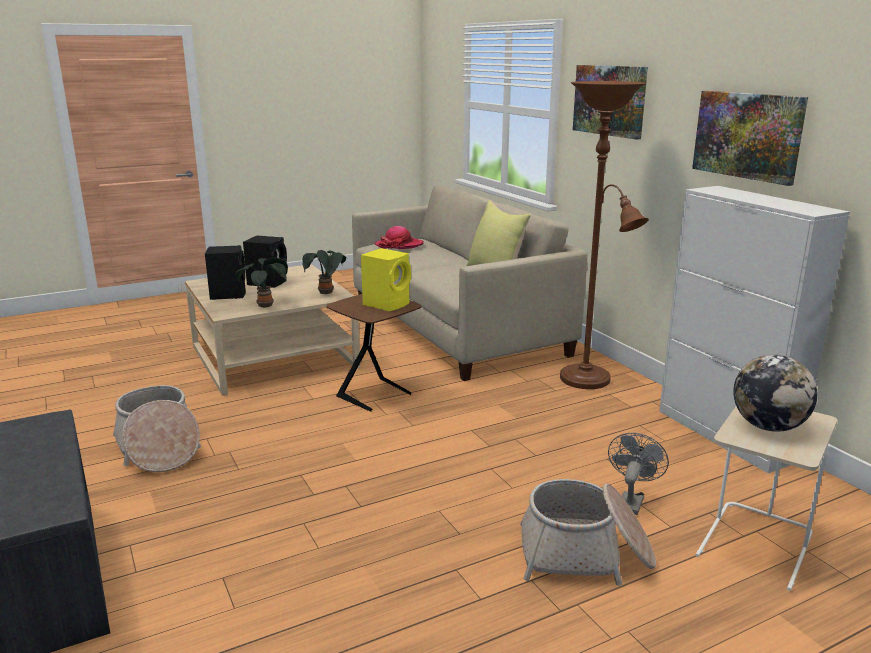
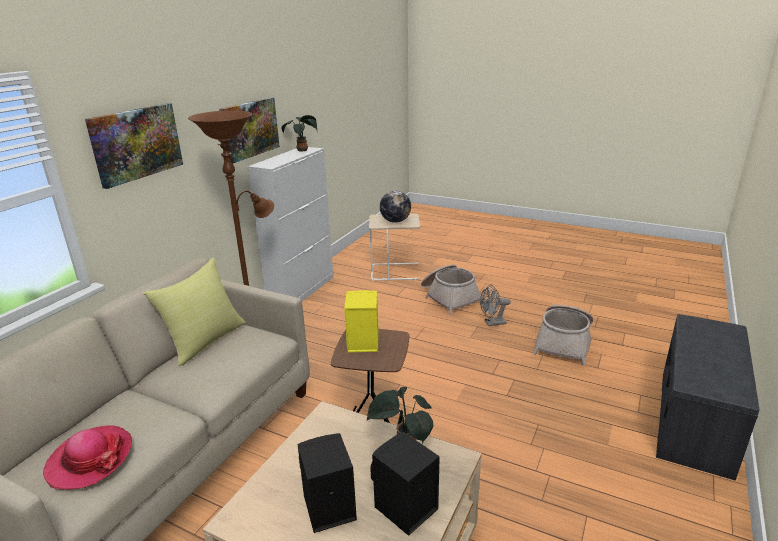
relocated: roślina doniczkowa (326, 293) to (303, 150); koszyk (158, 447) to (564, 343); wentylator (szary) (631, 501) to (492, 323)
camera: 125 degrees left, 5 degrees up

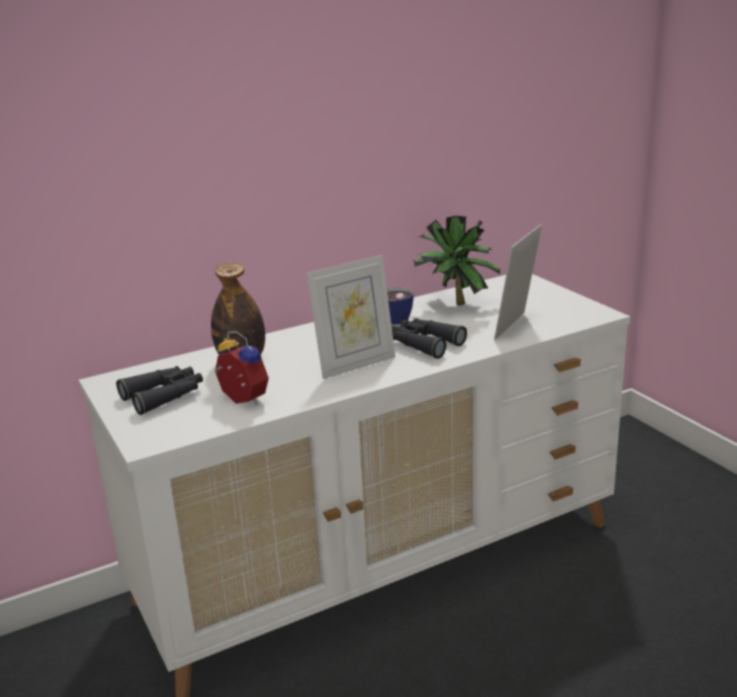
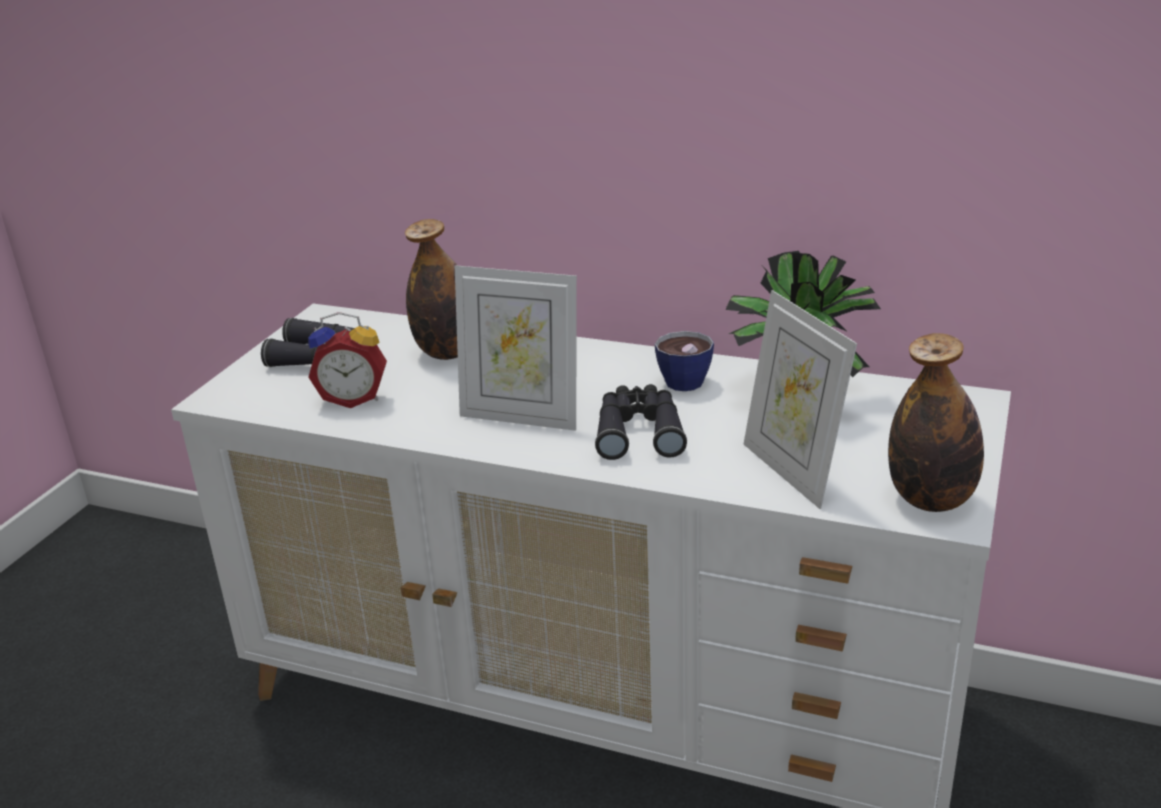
appeared: butelka (931, 500)
spun: ramka na zdjęcie (517, 327) = (792, 471) 105 degrees counterclockwise; budzik (241, 401) = (354, 398) 90 degrees clockwise
camera: 50 degrees right, 5 degrees up

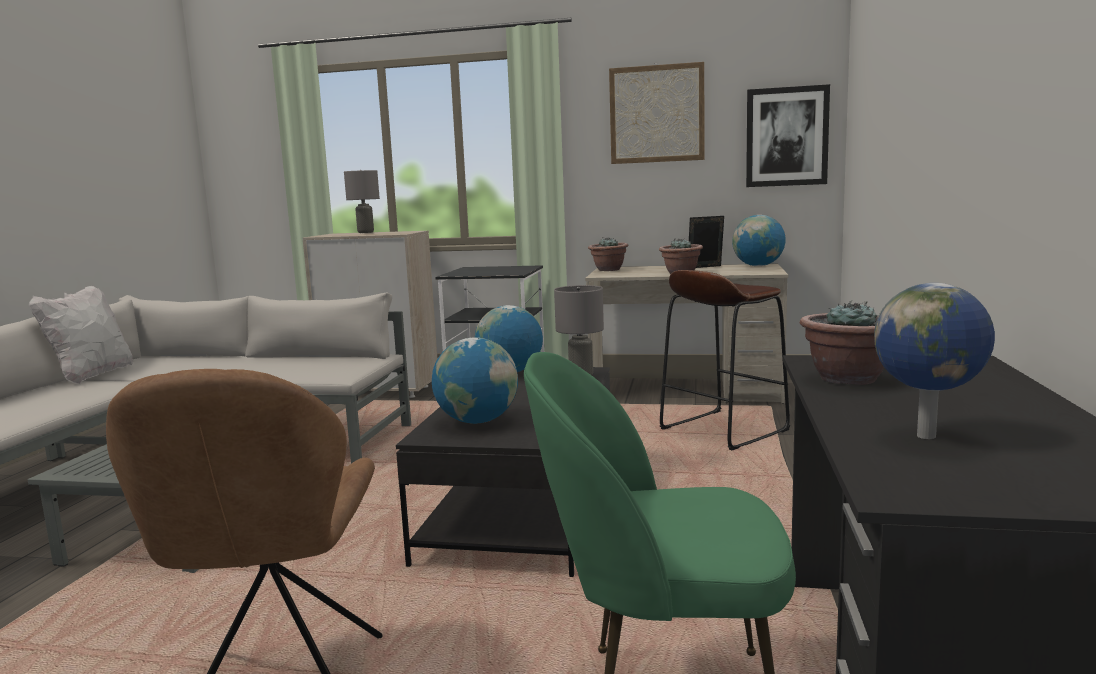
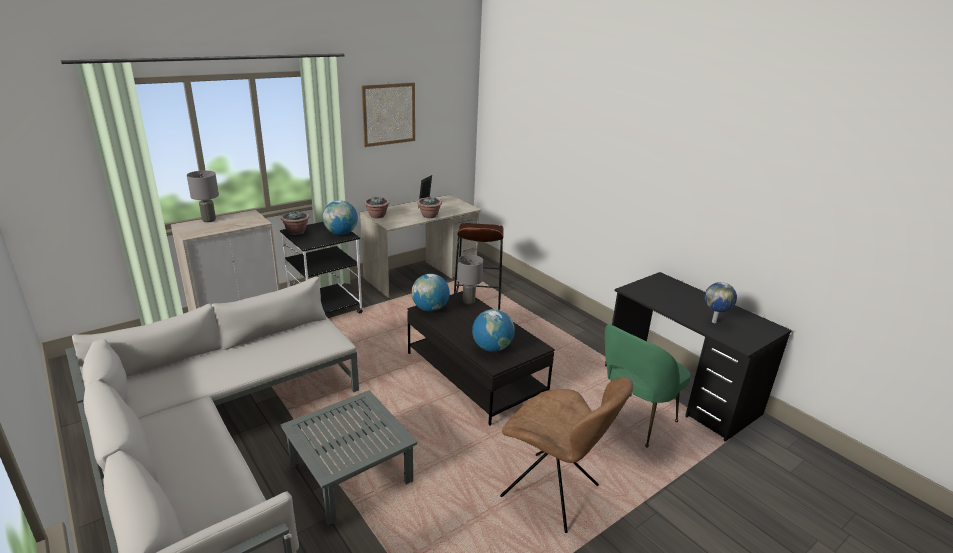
missing: obraz (786, 137); poduszka (biały) (91, 375)
relocated: globus (758, 266) to (341, 233); roślina doniczkowa (848, 379) to (296, 232)
camera: 50 degrees left, 15 degrees up

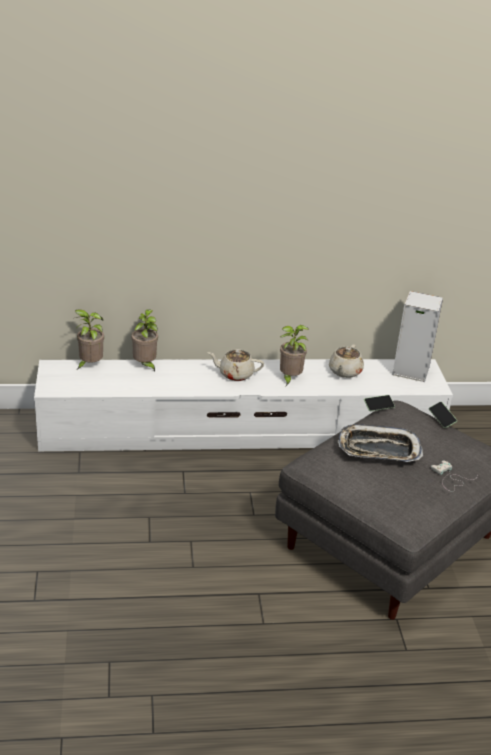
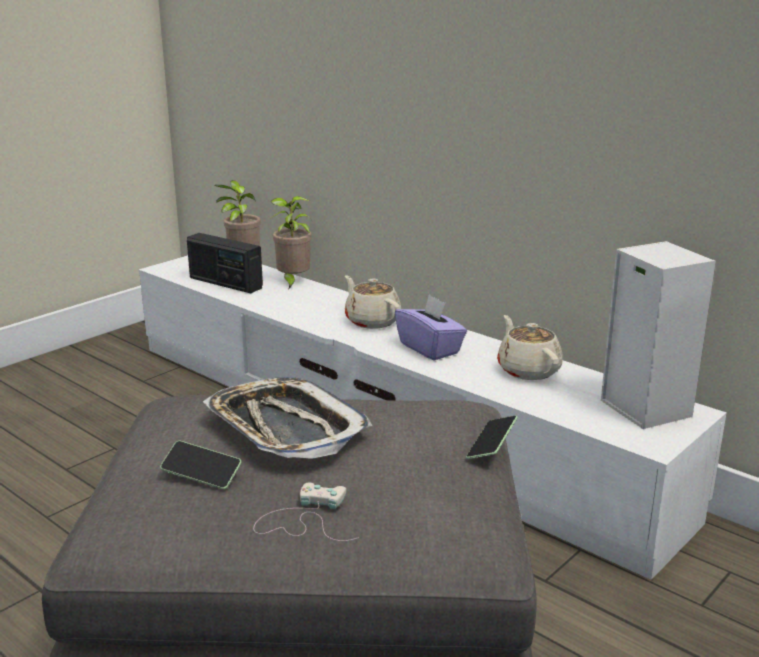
appeared: radio (225, 283)
relocated: telefon (378, 407) to (201, 474)
exchanged: roślina doniczkowa (289, 379) to pudełko chusteczek (fioletowy) (430, 348)
spun: imbryk (beżowy) (344, 372) = (528, 370) 90 degrees clockwise
camera: 50 degrees right, 10 degrees down

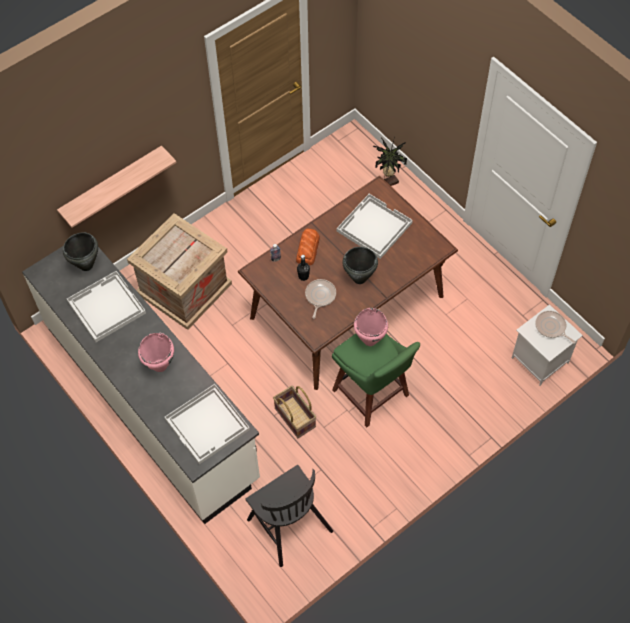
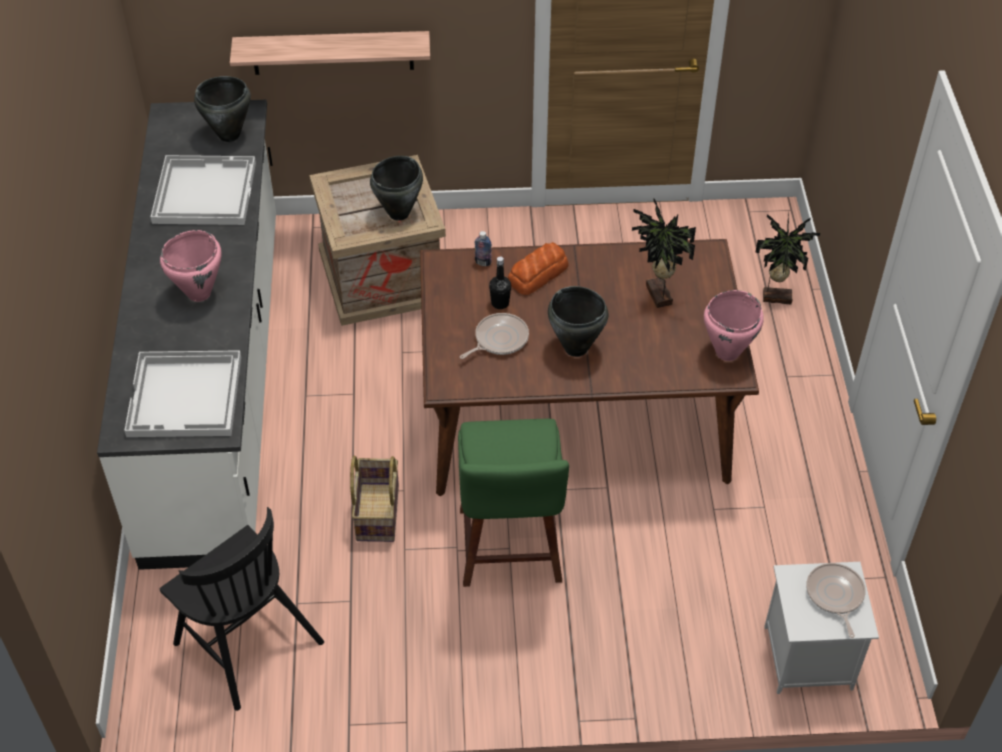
appeared: garnek (czarny) (399, 213)
relocated: garnek (różowy) (369, 340) to (726, 352)
exchanged: taca (biały) (373, 227) to roślina doniczkowa (657, 296)
spun: krzesło (czarny) (287, 521) = (243, 637) 45 degrees counterclockwise
camera: 35 degrees right, 10 degrees down

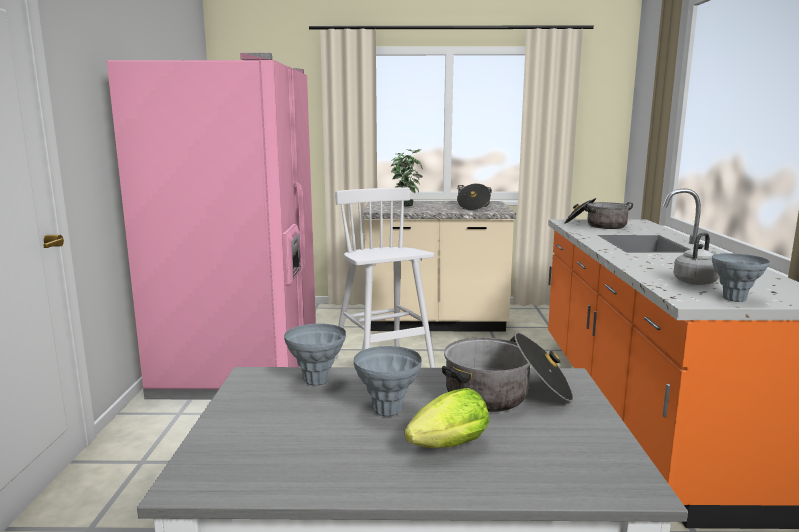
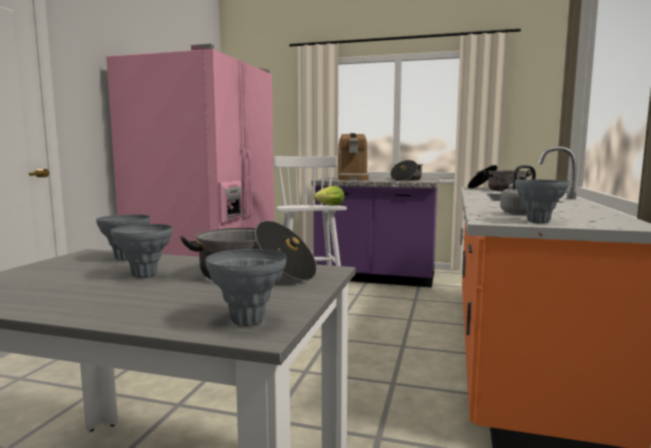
appeared: wazon (szary) (248, 321)
relocated: sałata (445, 448) to (328, 205)
exchanged: roślina doniczkowa (406, 205) to ekspres do kawy (352, 178)
colour: zabudowa kuchenna (beżowy) (435, 323) to zabudowa kuchenna (fioletowy) (375, 277)
camera: 15 degrees right, 5 degrees down

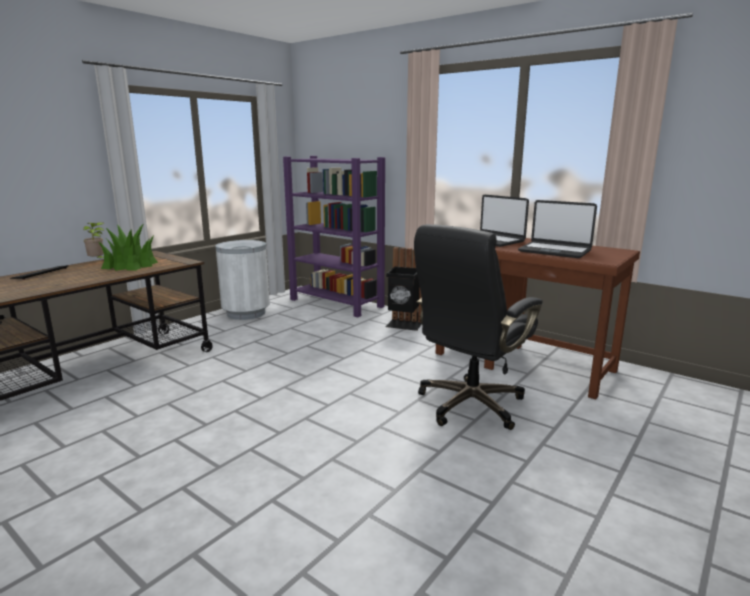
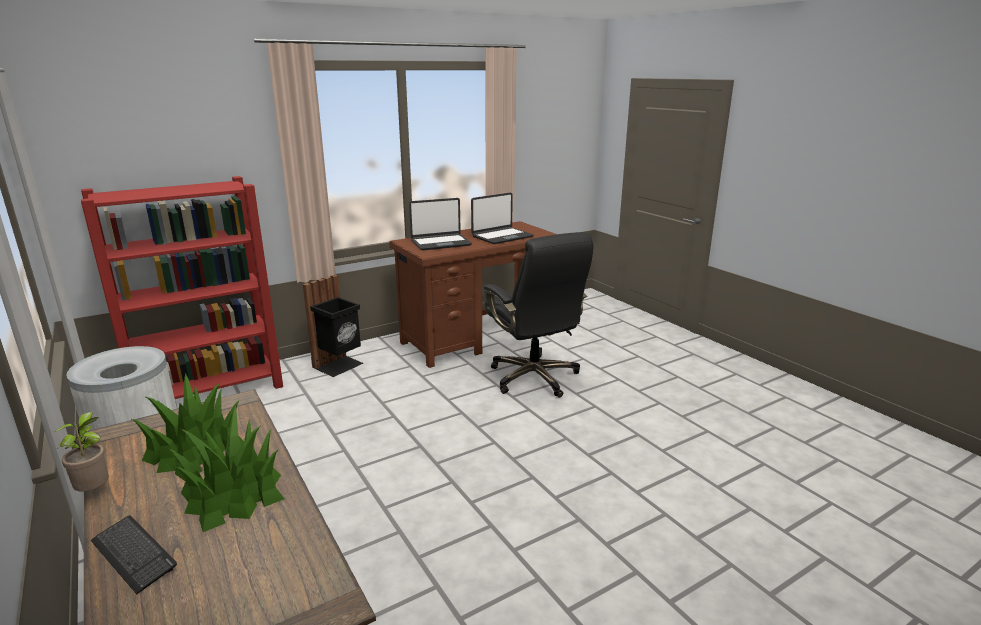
appeared: roślina doniczkowa (234, 494)
colour: regał (fioletowy) (336, 303) to regał (czerwony) (209, 391)
camera: 70 degrees left, 5 degrees up

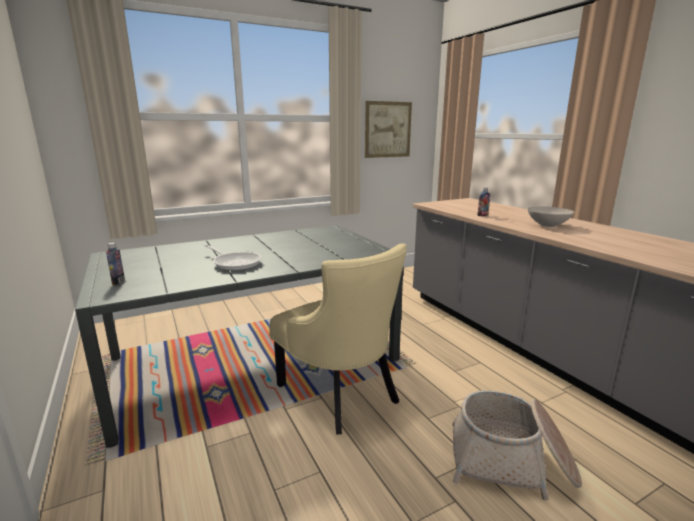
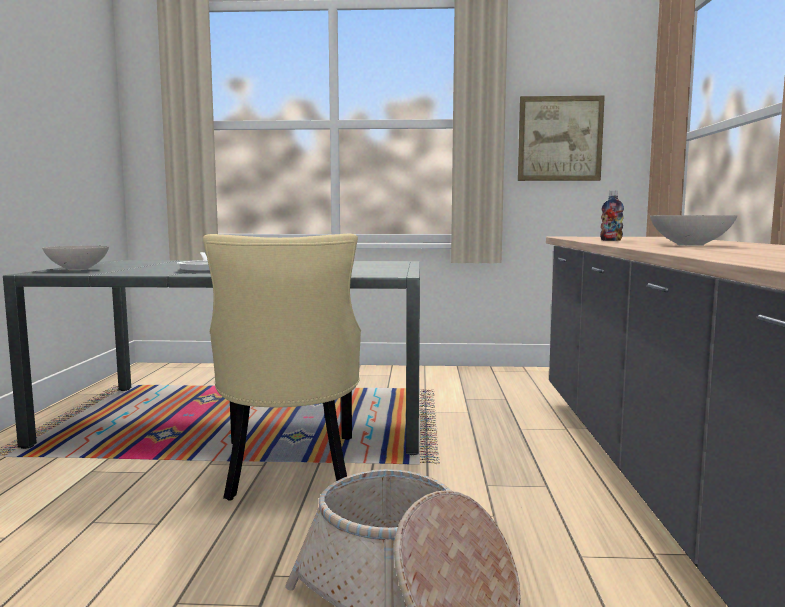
exchanged: butelka (118, 282) to miska (biały) (77, 269)
camera: 30 degrees right, 10 degrees down

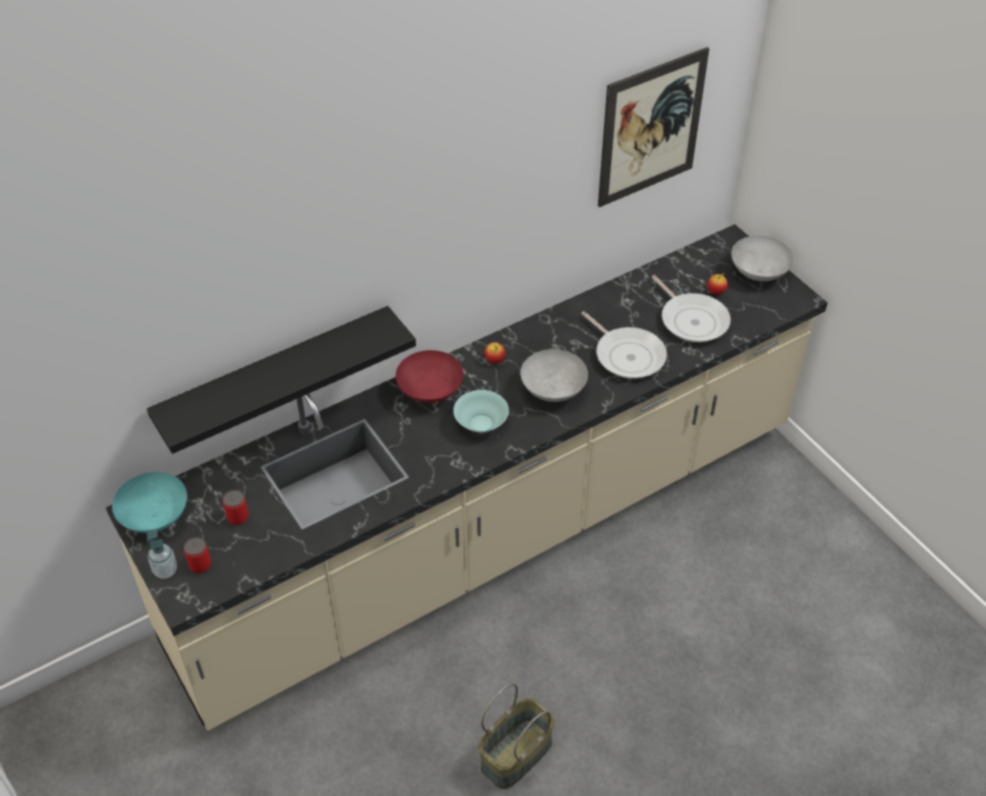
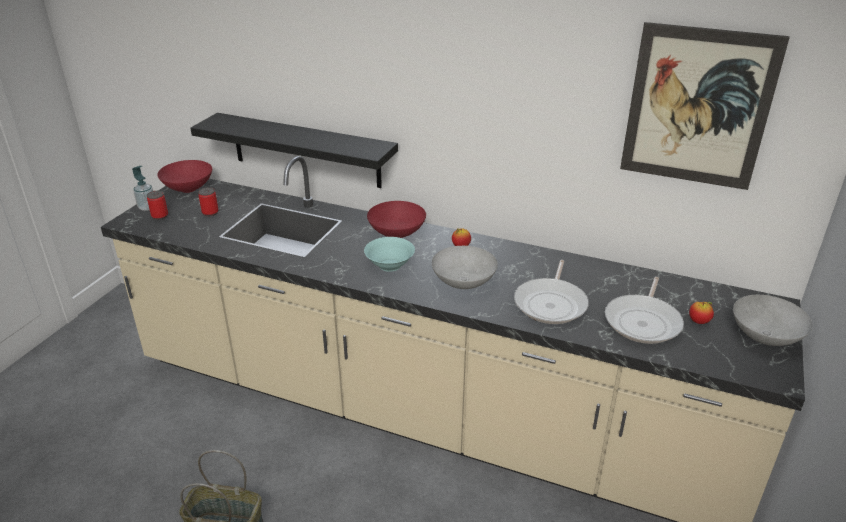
colour: miska (turkusowy) (154, 518) to miska (czerwony) (187, 189)
camera: 55 degrees right, 15 degrees down

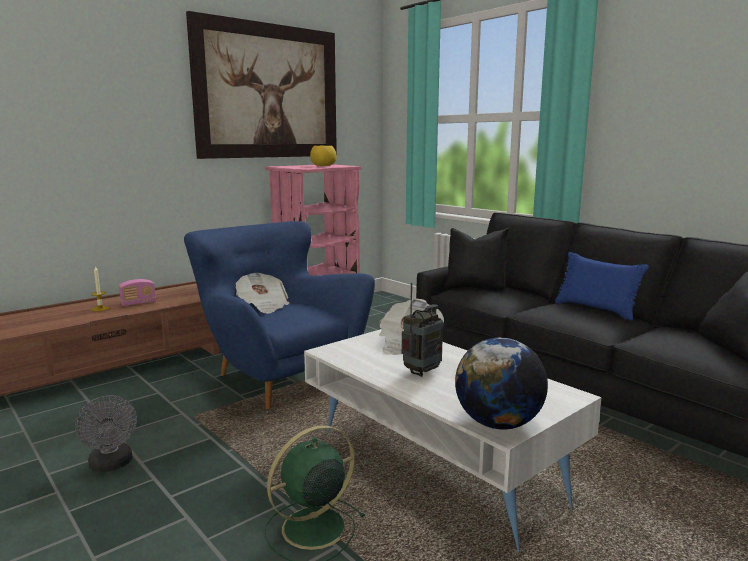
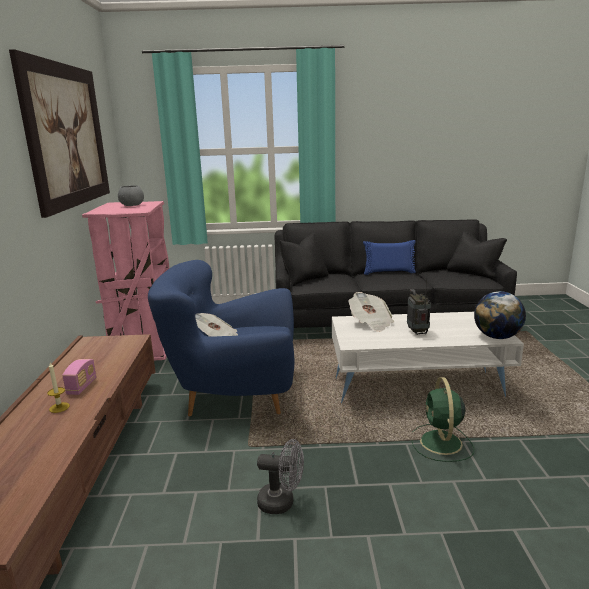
colour: miska (żółty) (323, 165) to miska (szary) (132, 205)
camera: 50 degrees left, 5 degrees up

